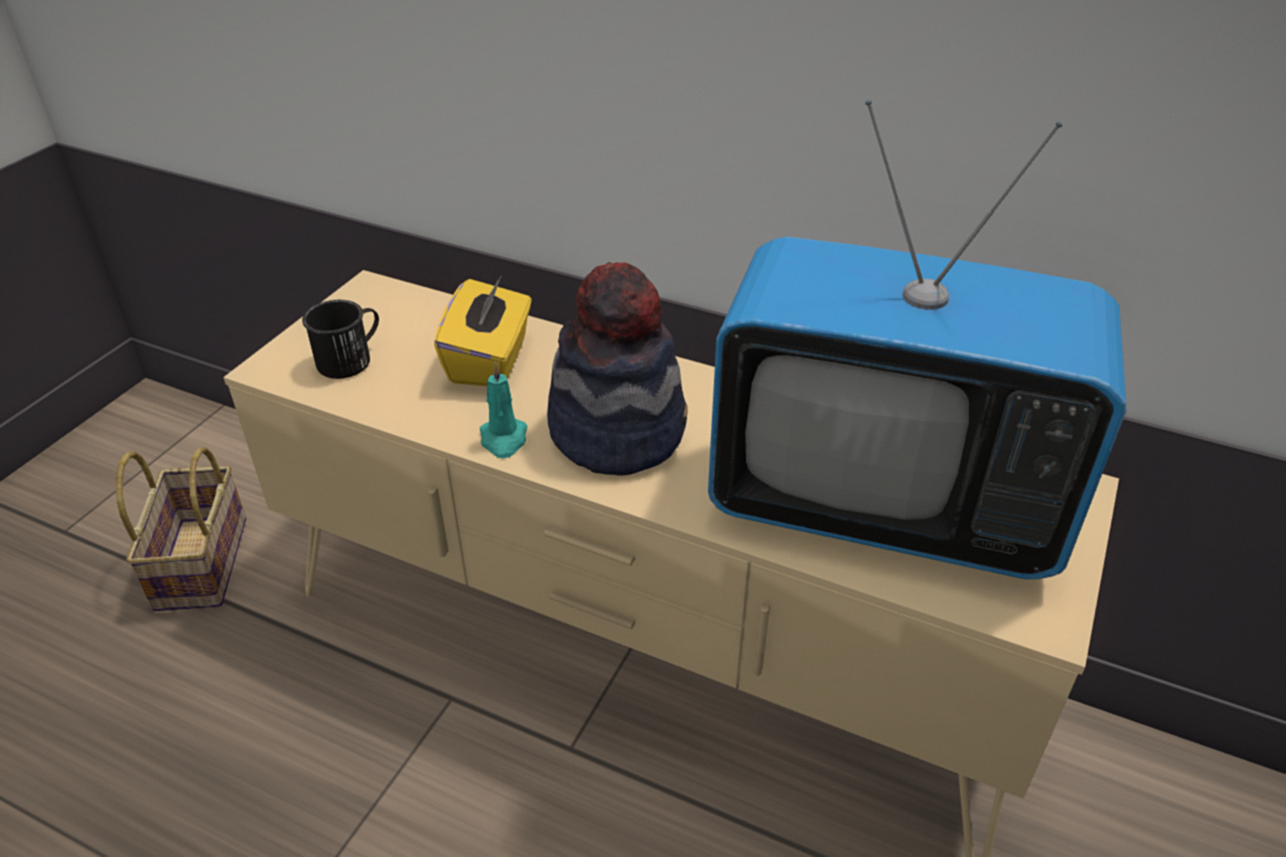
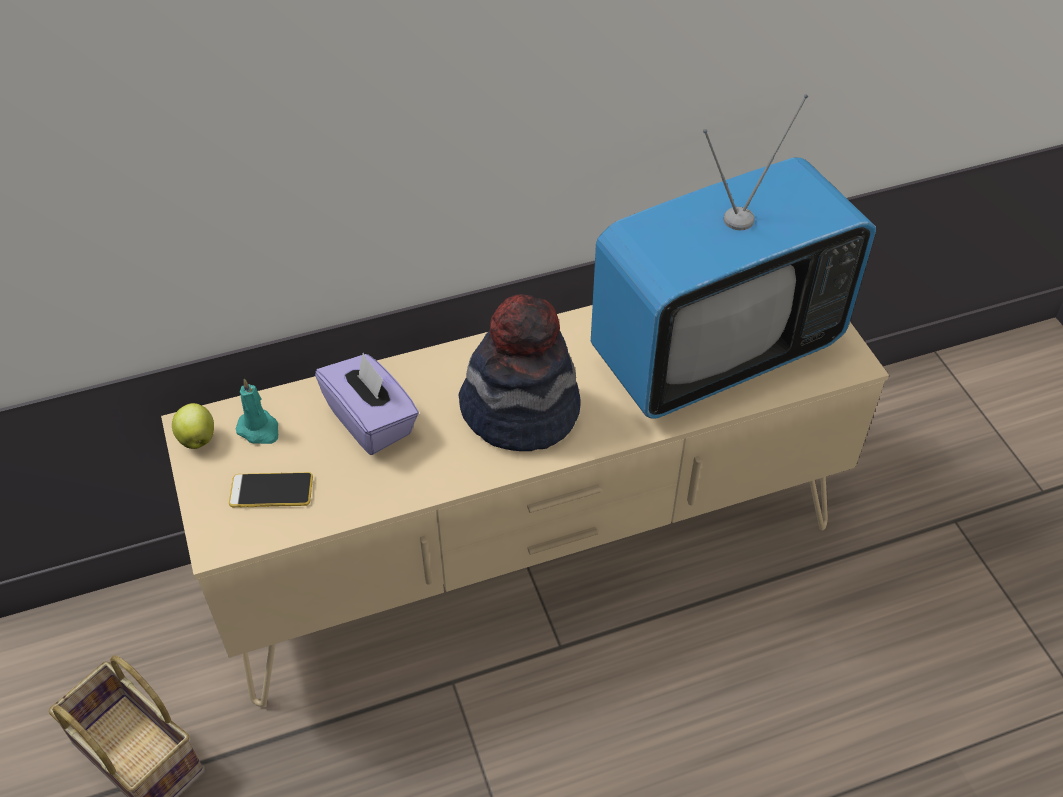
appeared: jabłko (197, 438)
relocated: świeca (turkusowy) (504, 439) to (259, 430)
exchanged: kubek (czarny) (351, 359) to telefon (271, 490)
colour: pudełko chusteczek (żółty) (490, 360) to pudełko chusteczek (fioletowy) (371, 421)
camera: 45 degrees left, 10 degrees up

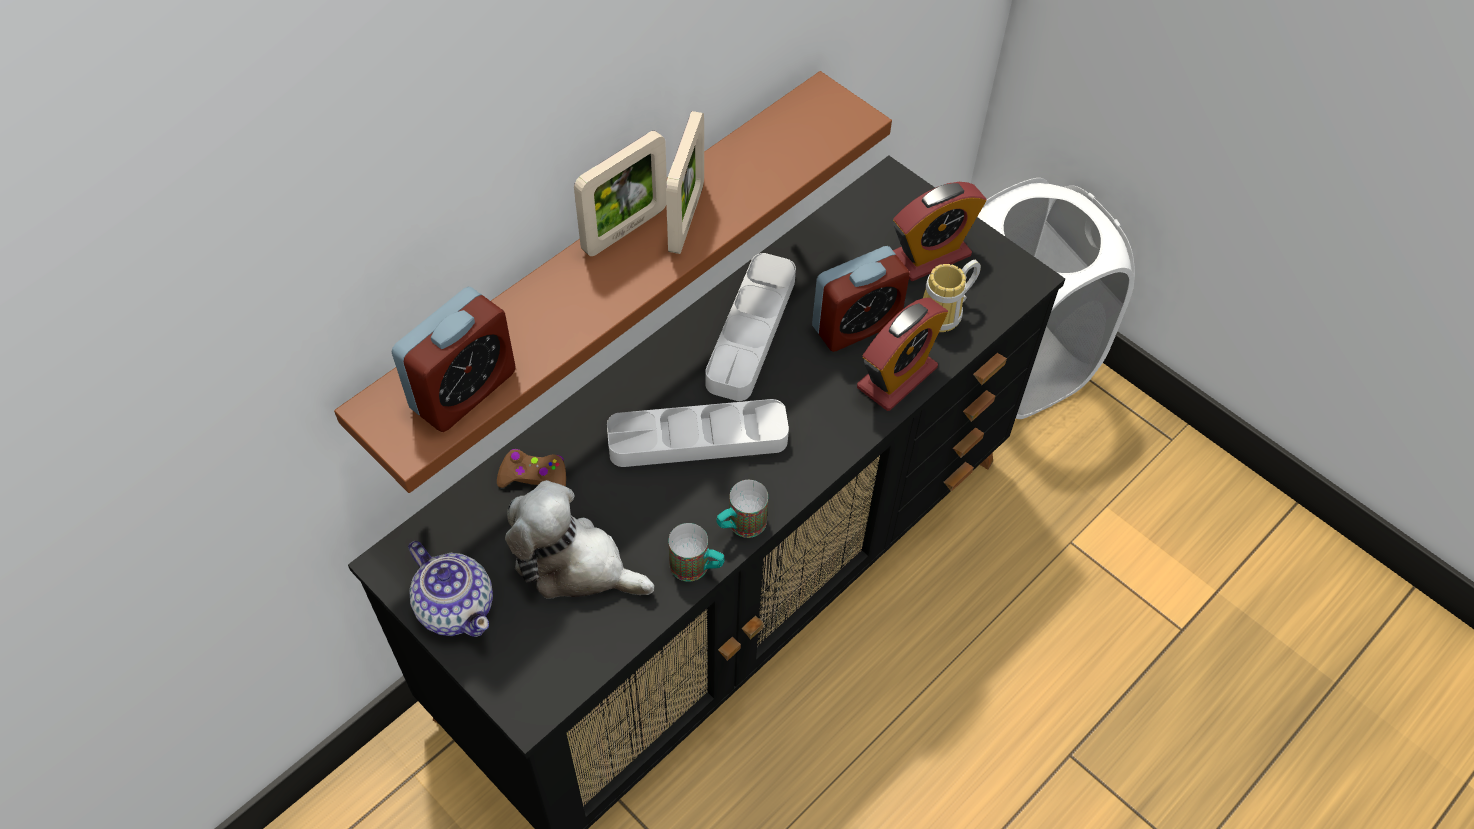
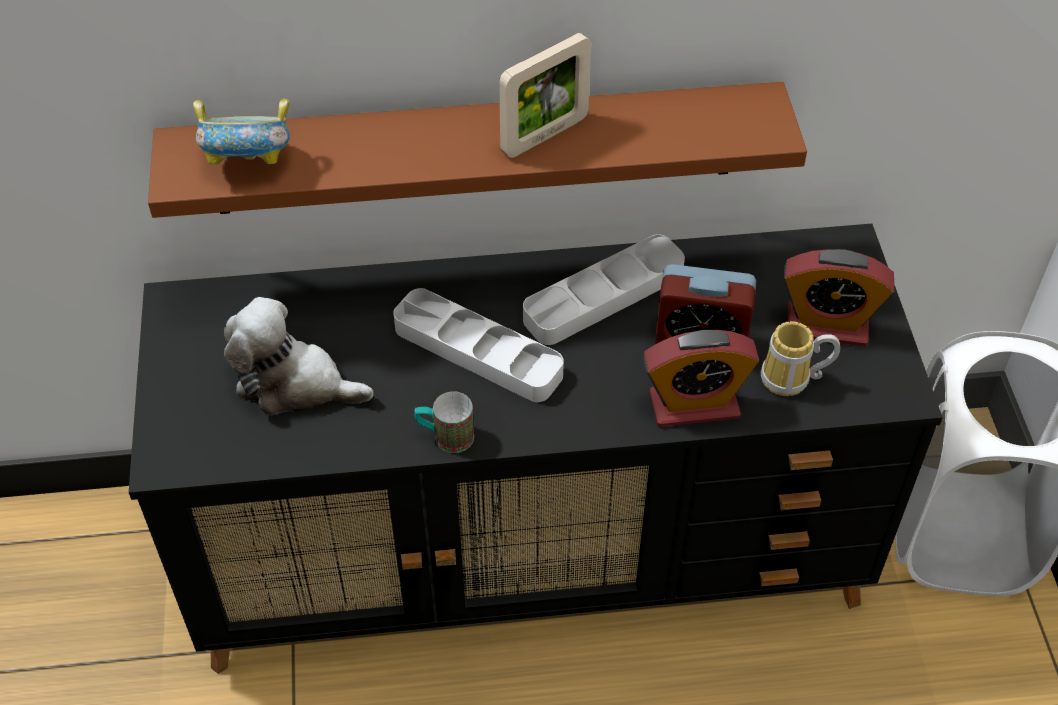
missing: ramka na zdjęcie (625, 230); pad do gier (brązowy) (534, 477); kubek (697, 568); imbryk (456, 606)
exchanged: budzik (463, 390) to miska (250, 165)
spun: pluszak (575, 564) = (294, 383) 45 degrees counterclockwise
camera: 40 degrees right, 5 degrees down

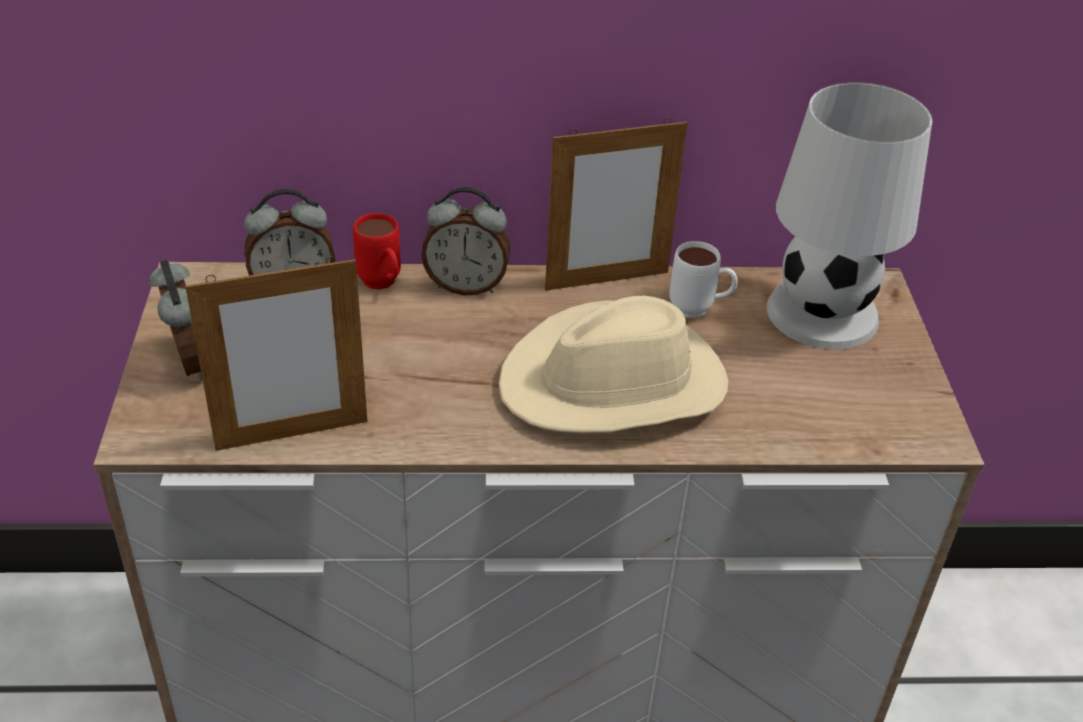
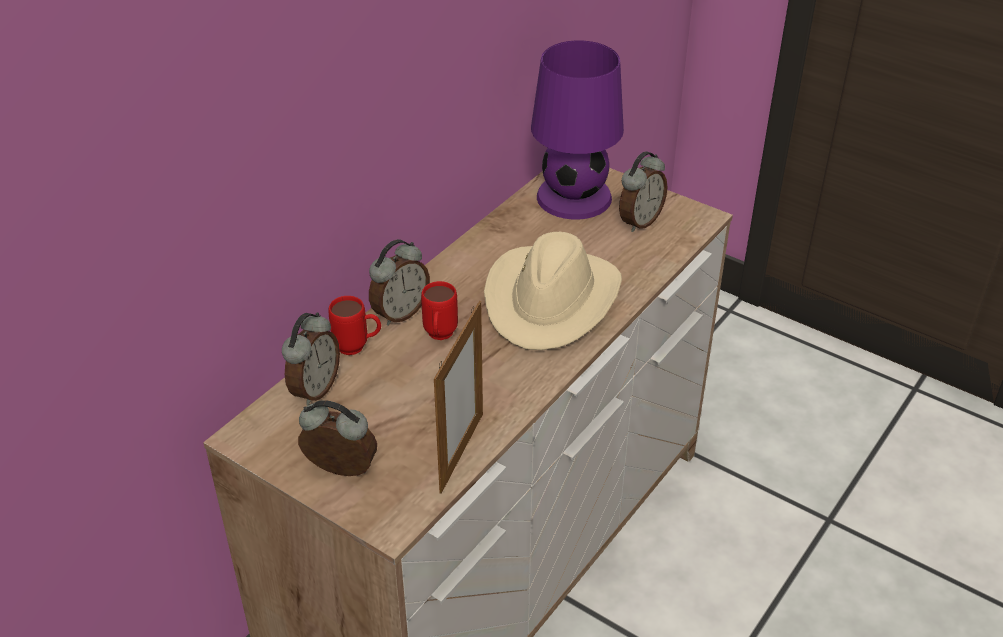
missing: ramka na zdjęcie (607, 280); kubek (biały) (699, 311)
appeared: budzik (639, 221); kubek (czerwony) (439, 337)
colour: lampa stołowa (biały) (821, 312) to lampa stołowa (fioletowy) (573, 197)
camera: 50 degrees left, 0 degrees up

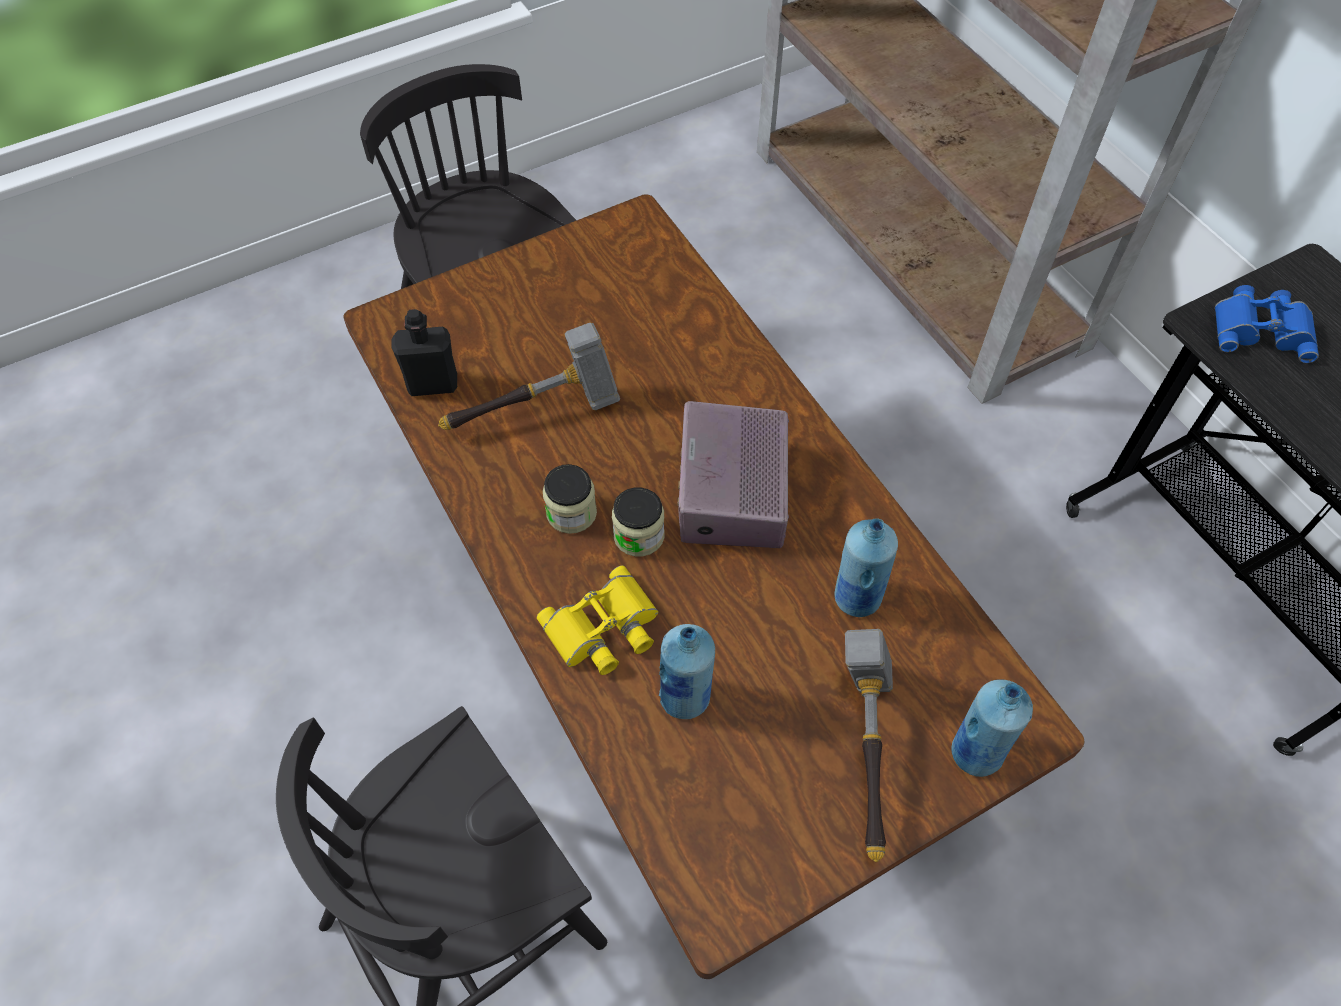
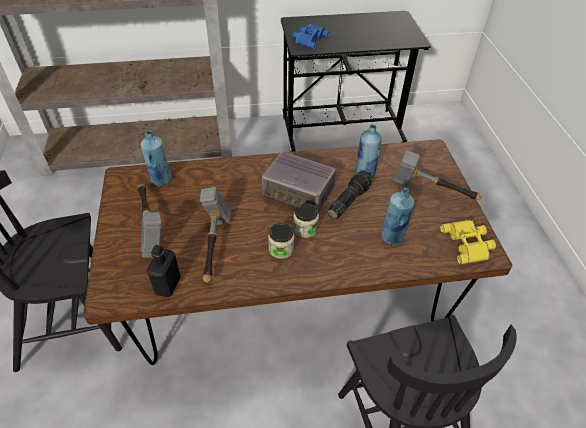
appeared: latarka (347, 201); młotek (150, 227)
relocated: lornetka (żółty) (604, 630) to (468, 243); butelka (niebieski) (975, 752) to (161, 180)
camera: 70 degrees left, 10 degrees down

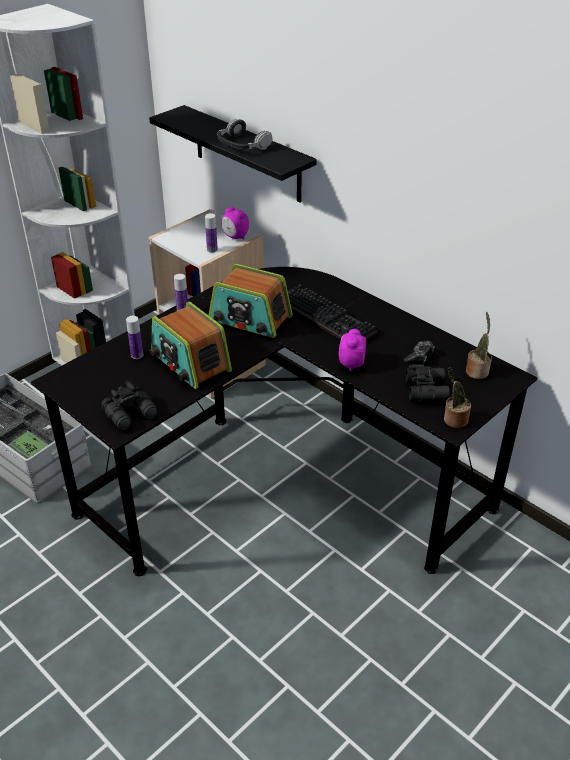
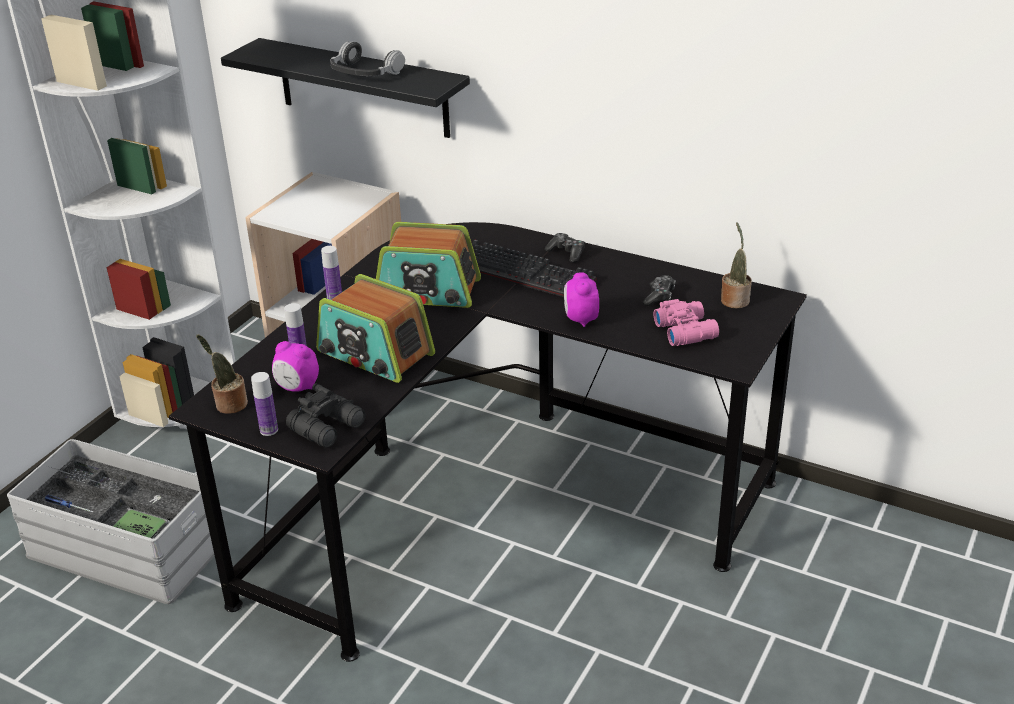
appeared: pad do gier (567, 253)
relocated: budzik (235, 237) to (297, 388); butelka (212, 250) to (269, 430); roślina doniczkowa (453, 420) to (229, 404)
colour: lornetka (czarny) (427, 389) to lornetka (różowy) (686, 330)
camera: 15 degrees left, 5 degrees down

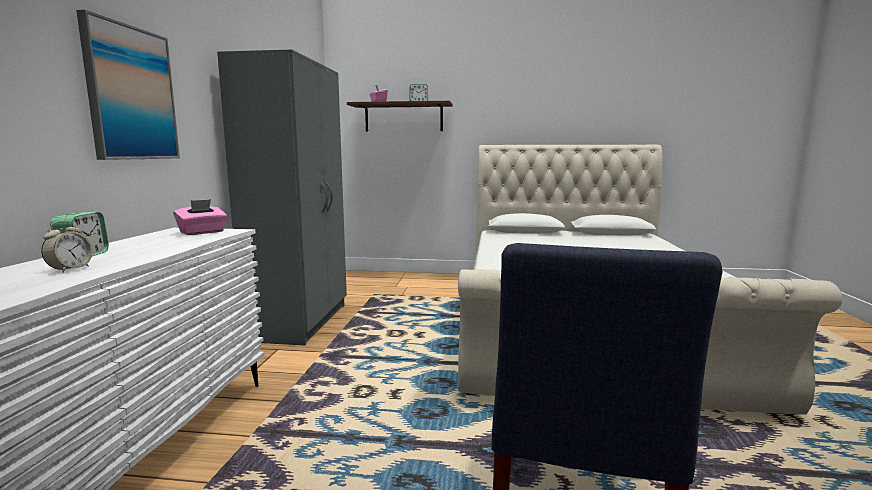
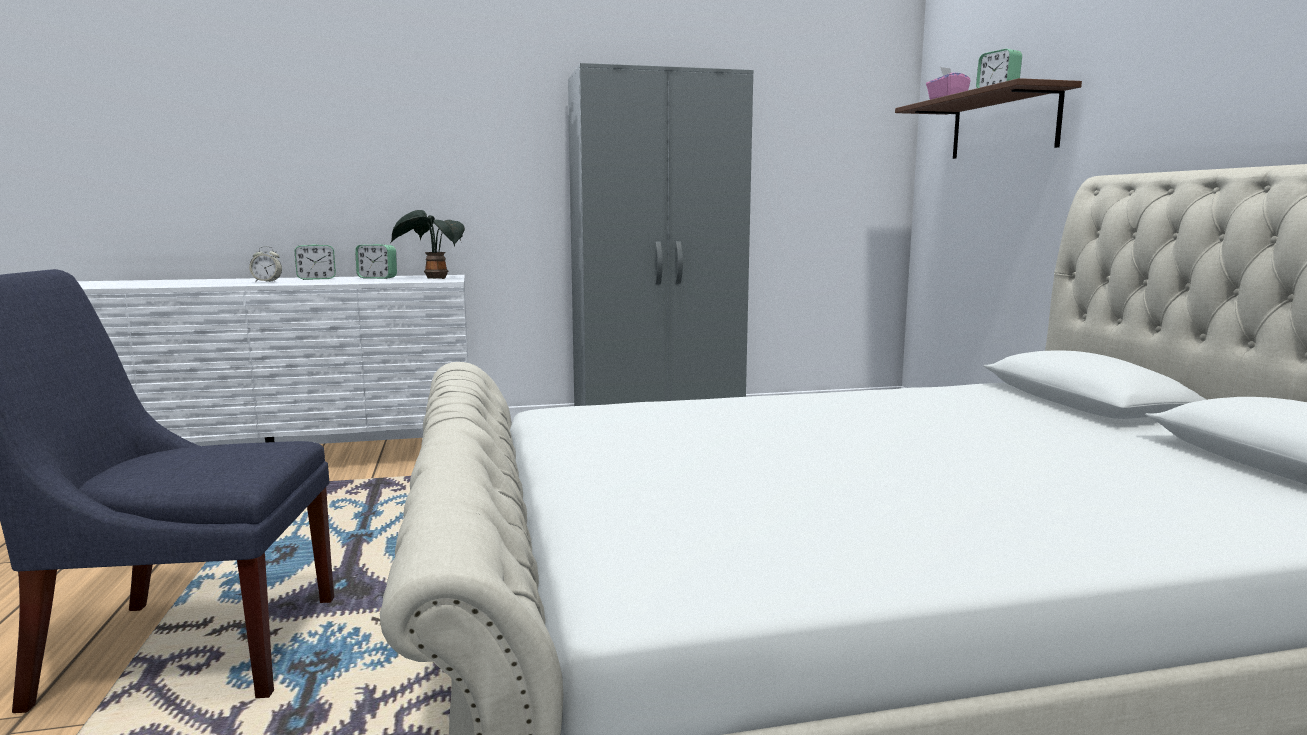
missing: obraz (131, 94)
appeared: budzik (377, 278)
exchanged: pudełko chusteczek (różowy) (202, 232) to roślina doniczkowa (433, 278)
camera: 70 degrees right, 0 degrees up

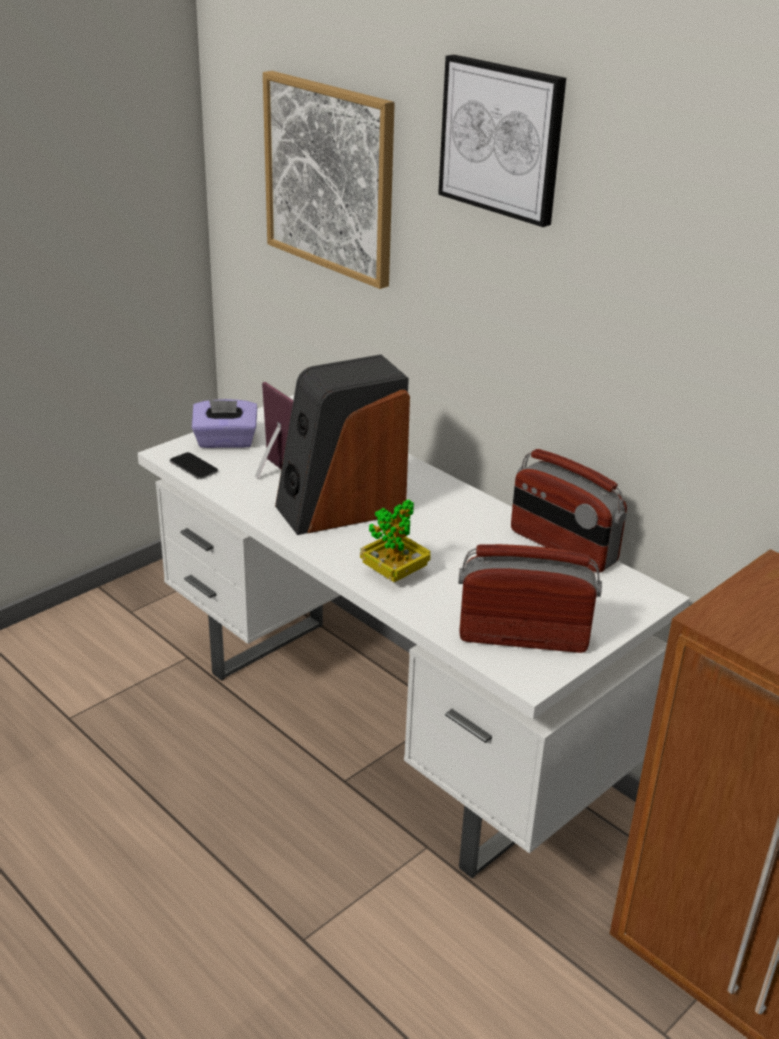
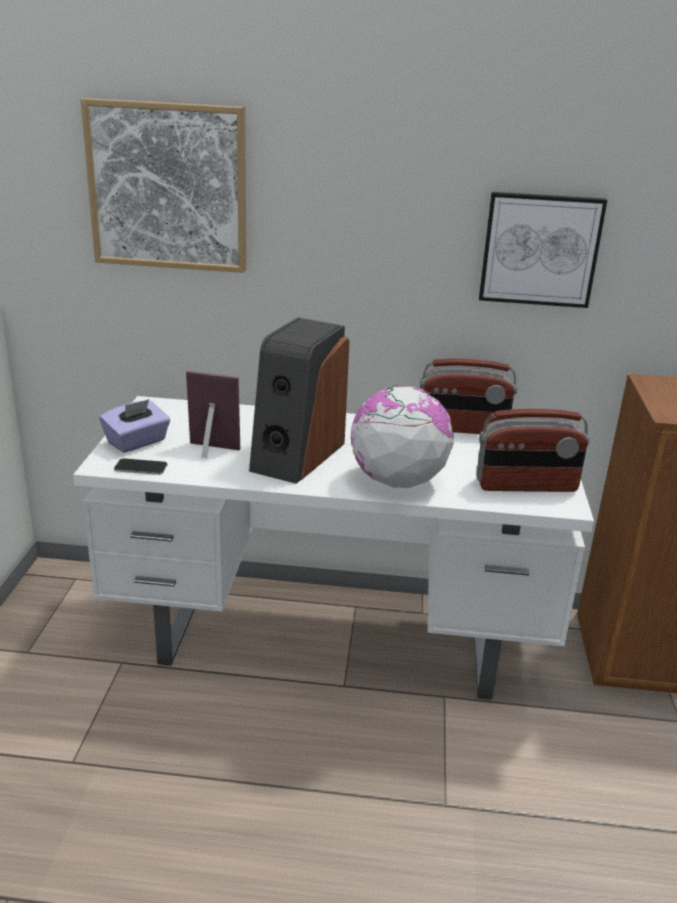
relocated: obraz (502, 139) to (540, 249)
exchanged: roślina doniczkowa (394, 573) to globus (397, 481)
spun: radio (523, 637) = (526, 486) 150 degrees counterclockwise
camera: 40 degrees left, 5 degrees down

